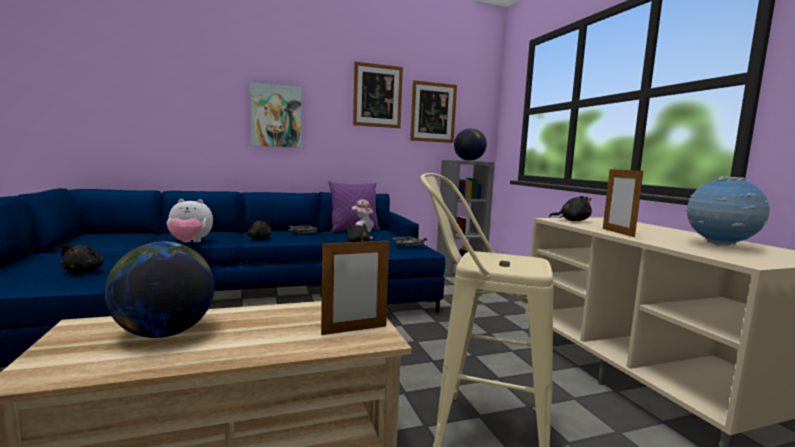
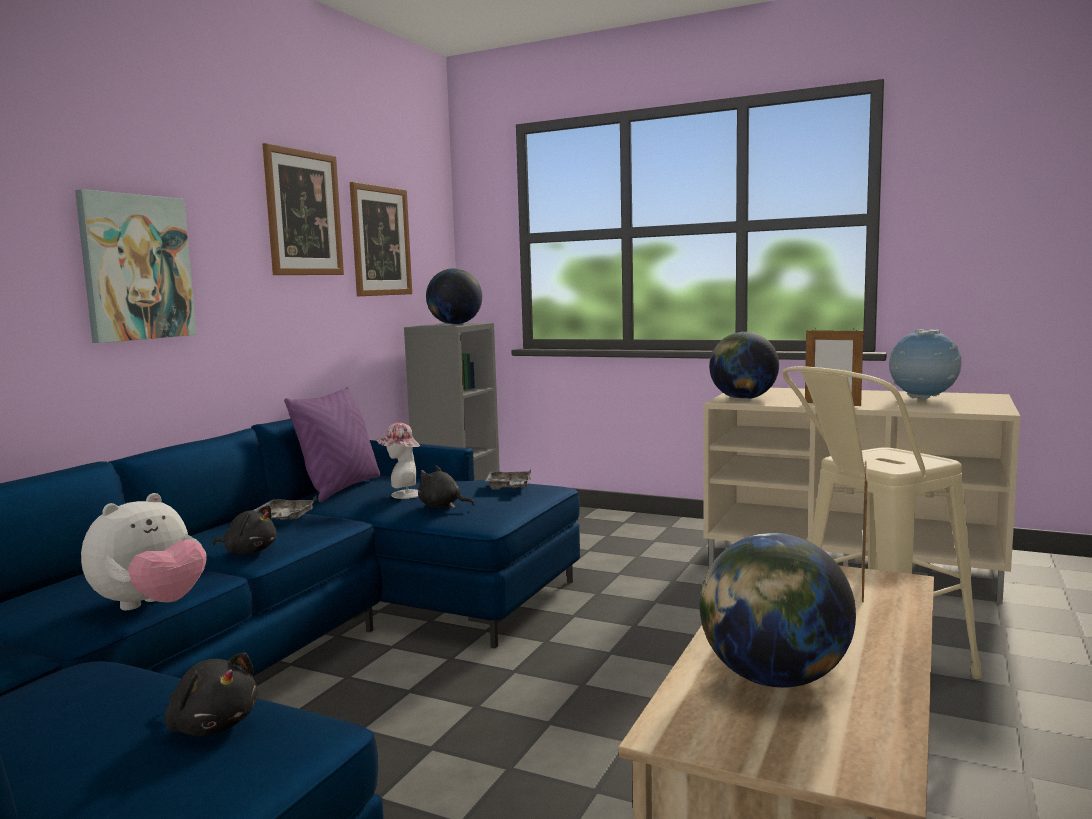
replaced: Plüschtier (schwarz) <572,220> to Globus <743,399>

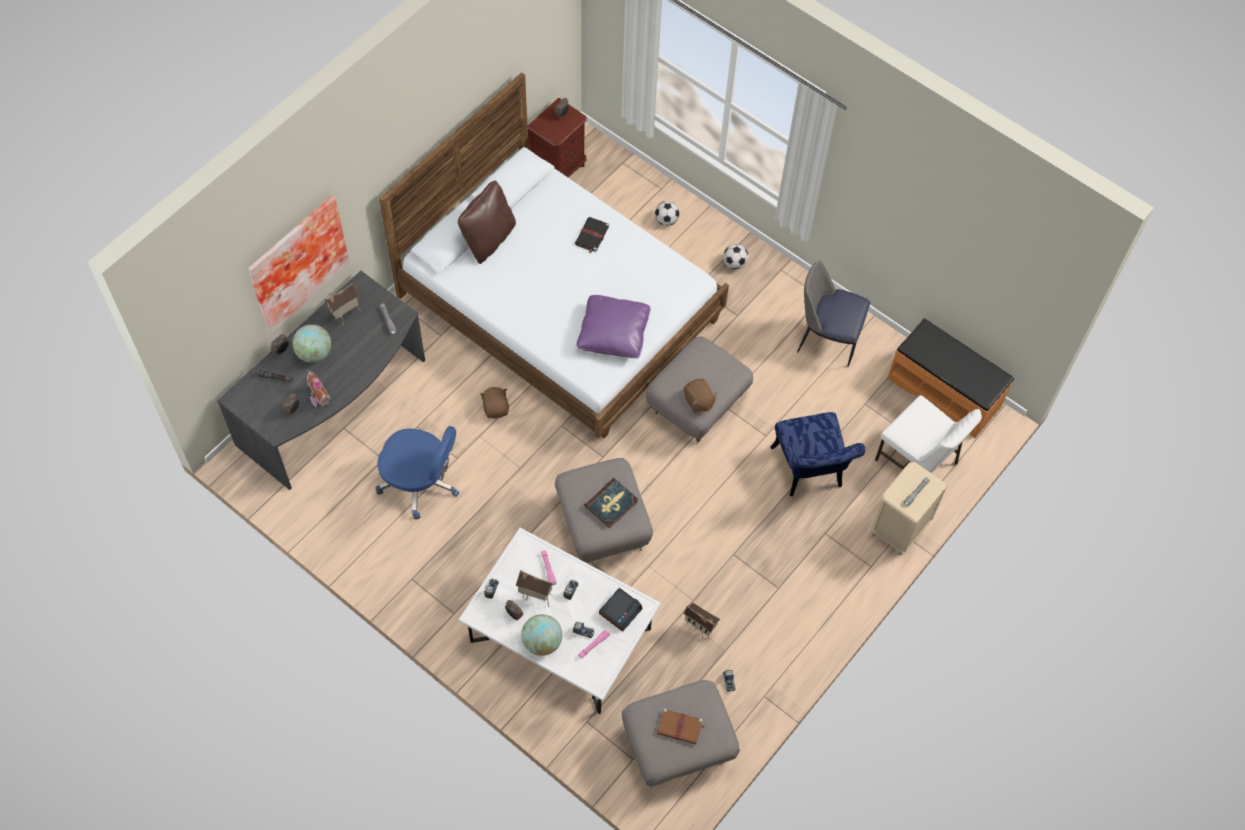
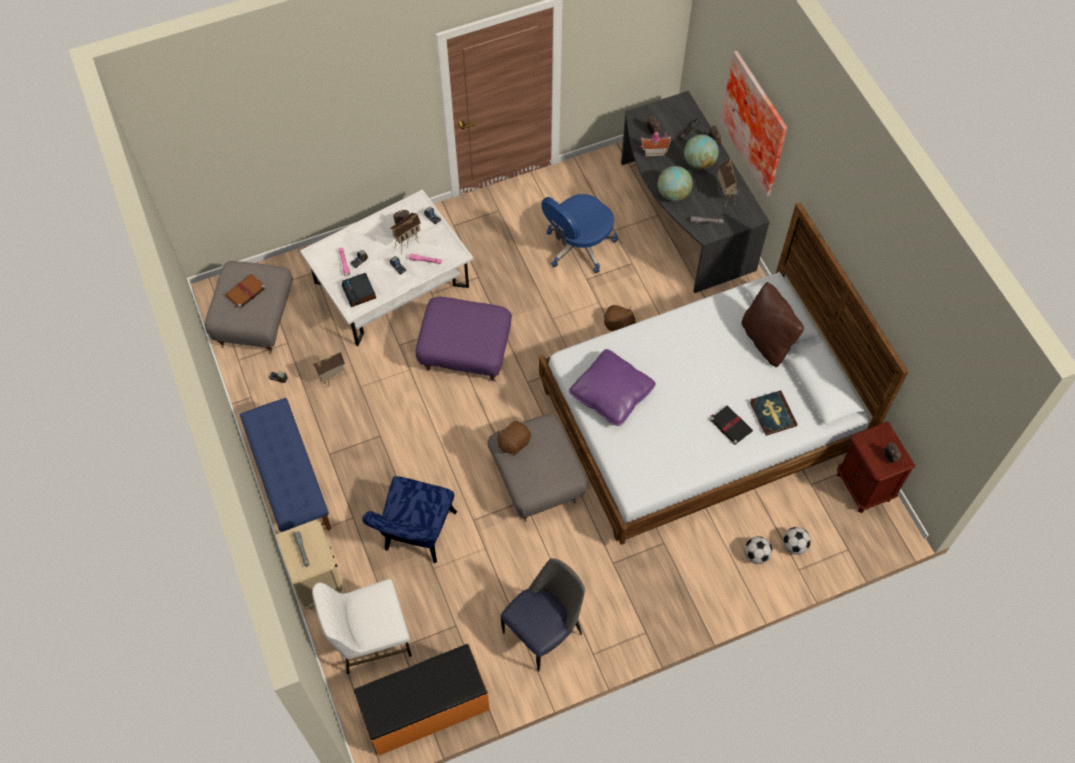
added: Bank (blau) <290,482>
moved: Globus <542,642> to <673,194>; Buch <611,504> to <772,414>; Fußball <734,263> to <794,545>
recoloured: Polsterhocker (grau) <601,524> to Polsterhocker (lila) <466,353>
turned: Plüschtier (braun) <698,401> = <513,442> 45 degrees counterclockwise; Stuhl (blau) <809,472> = <416,536> 90 degrees counterclockwise

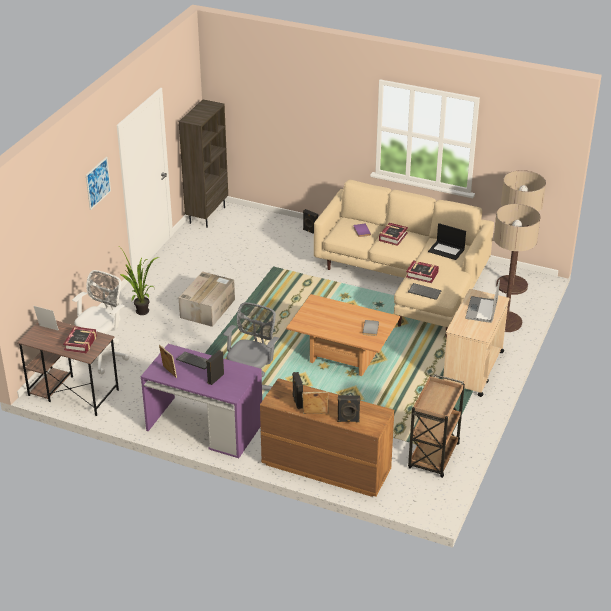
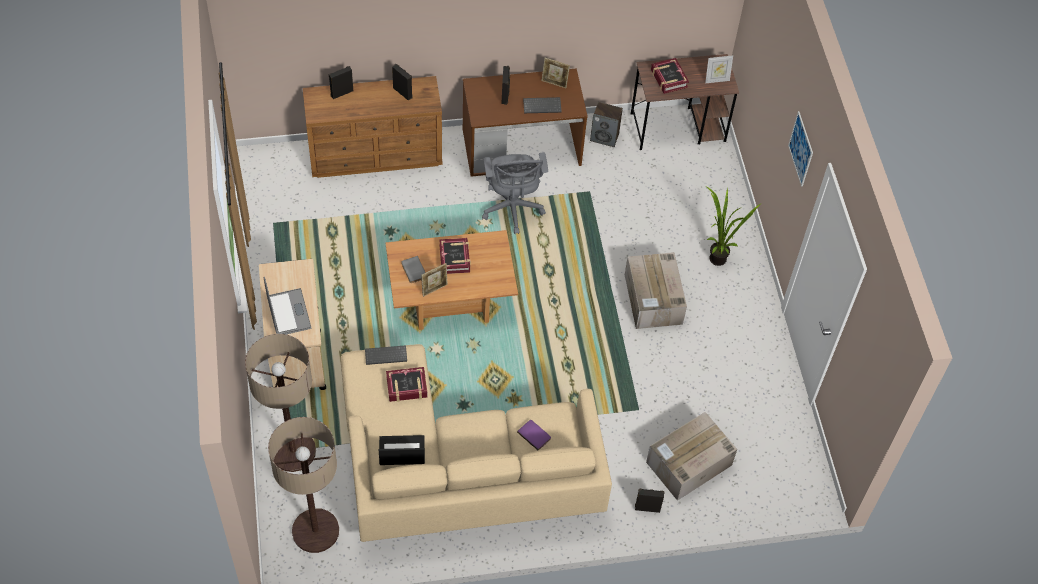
removed: Bürostuhl (weiß) <102,356>; Bücherregal (braun) <207,215>; Rollwagen (braun) <433,457>
added: Lautsprecher <604,137>; Karton <688,464>
moved: Bilderrahmen <315,414> to <434,289>; Buch <393,237> to <455,258>
recoloured: Schreibtisch (lila) <204,427> to Schreibtisch (braun) <521,147>

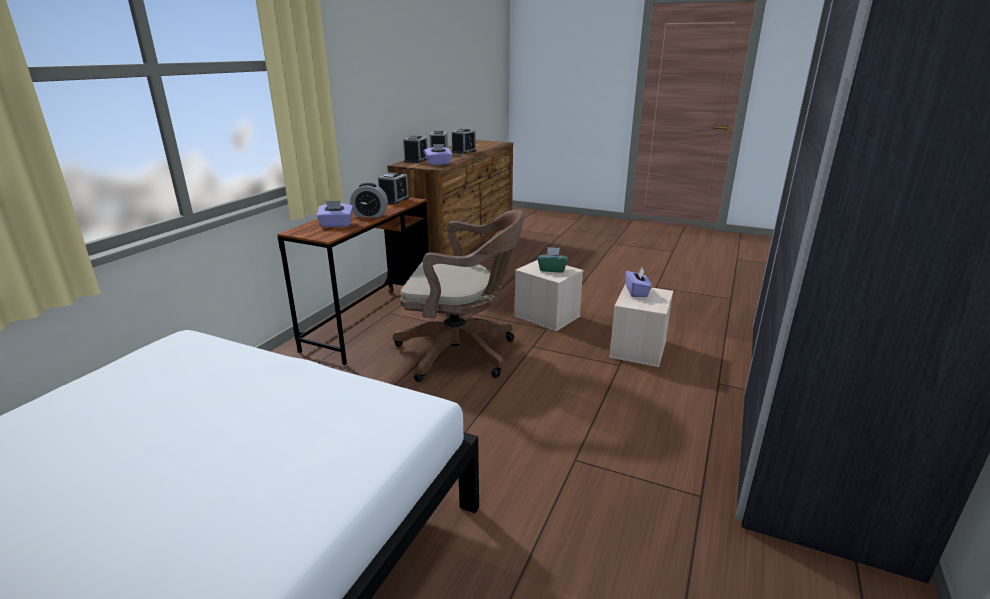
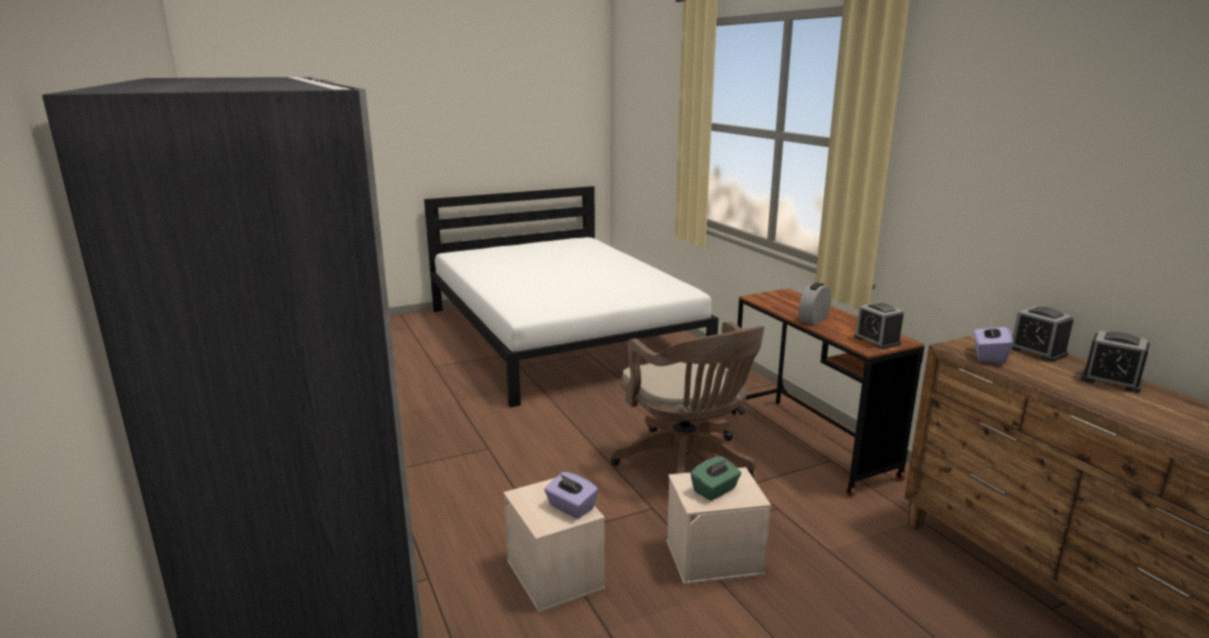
removed: Taschentuchbox (lila) <336,225>; Wecker <464,151>
turned: Bürostuhl (braun) <462,353> = <687,466> 75 degrees counterclockwise

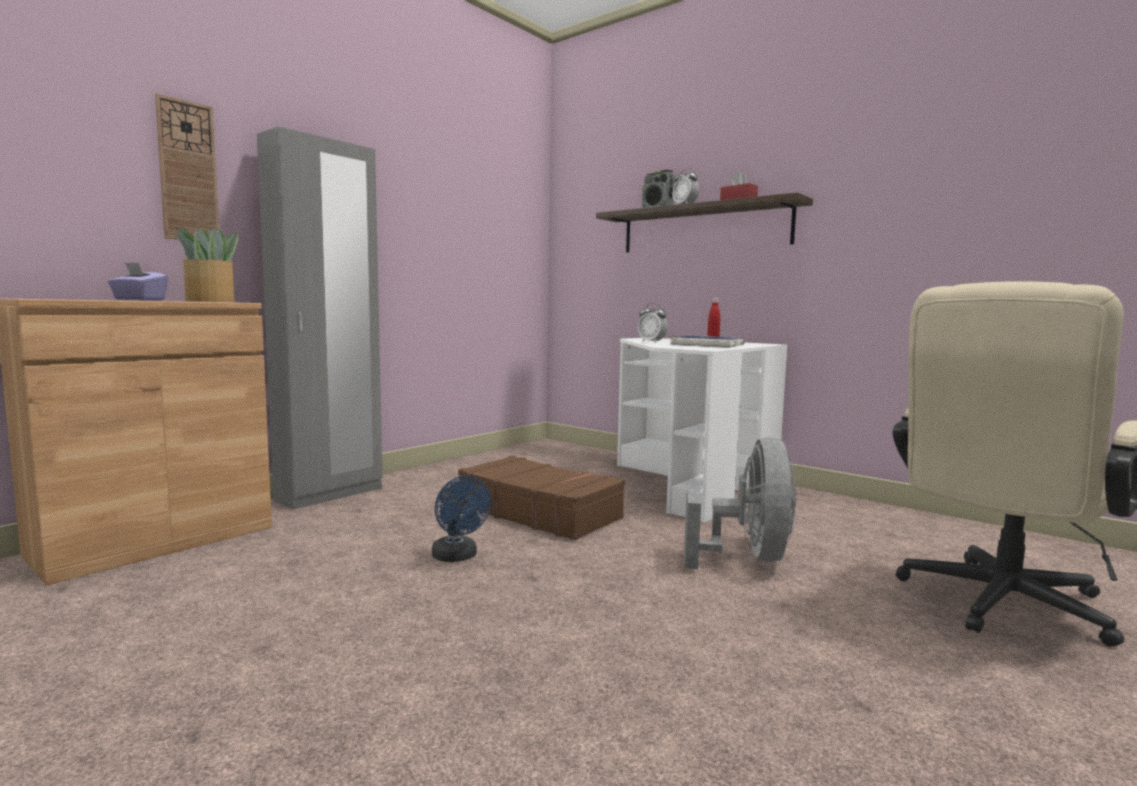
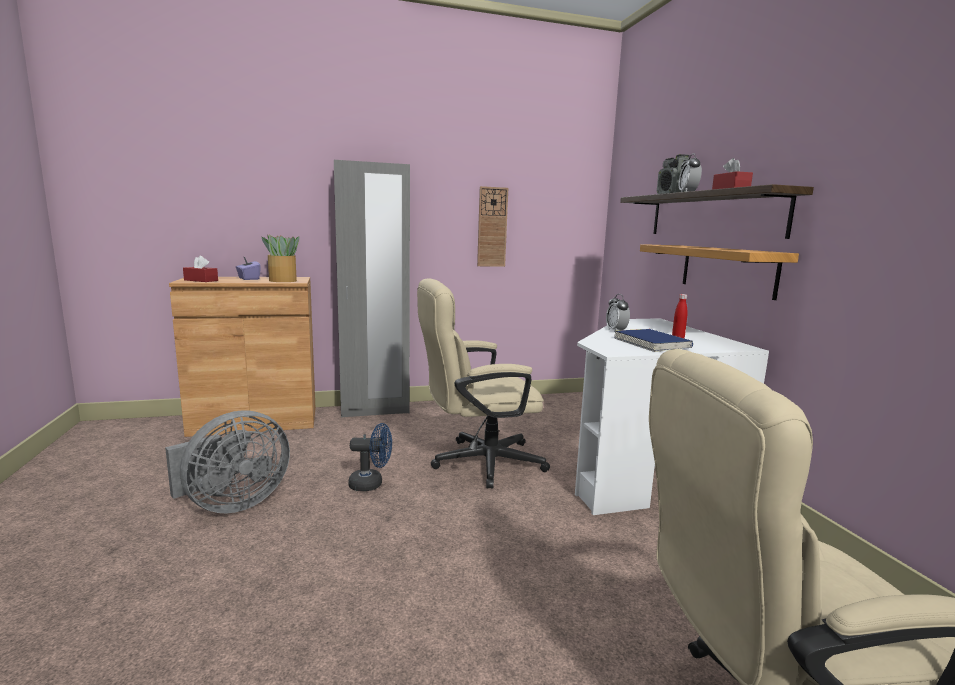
added: Taschentuchbox (rot) <201,280>; Wandregal <727,270>
moved: Wanduhr <188,171> to <492,227>; Ventilator (grau) <748,558> to <232,504>
replaced: Koffer (braun) <539,512> to Bürostuhl (beige) <477,463>
turned: Ventilator (blau) <458,557> = <371,484> 90 degrees counterclockwise

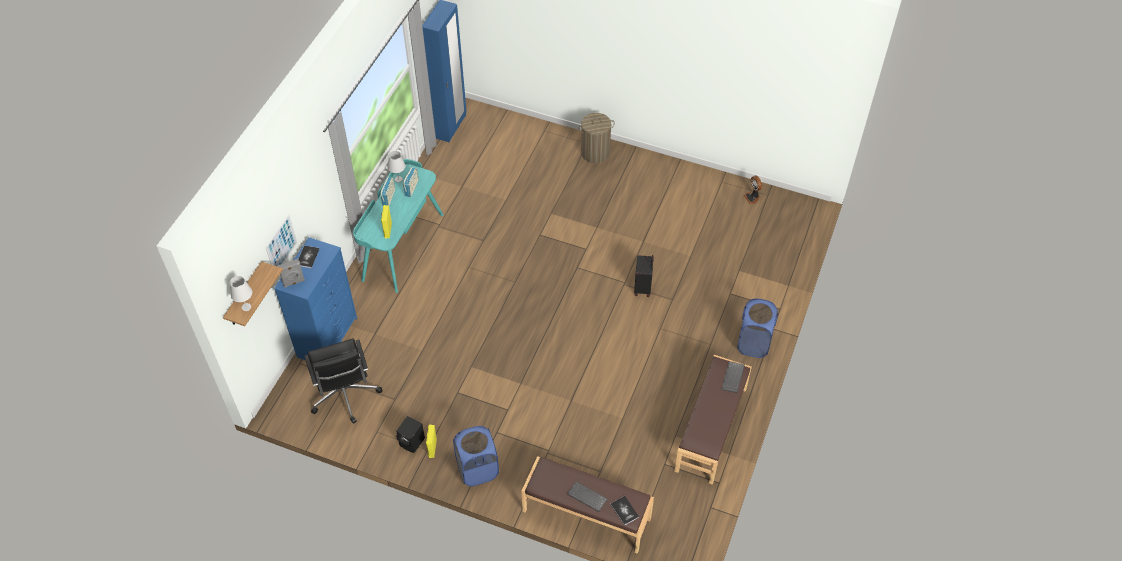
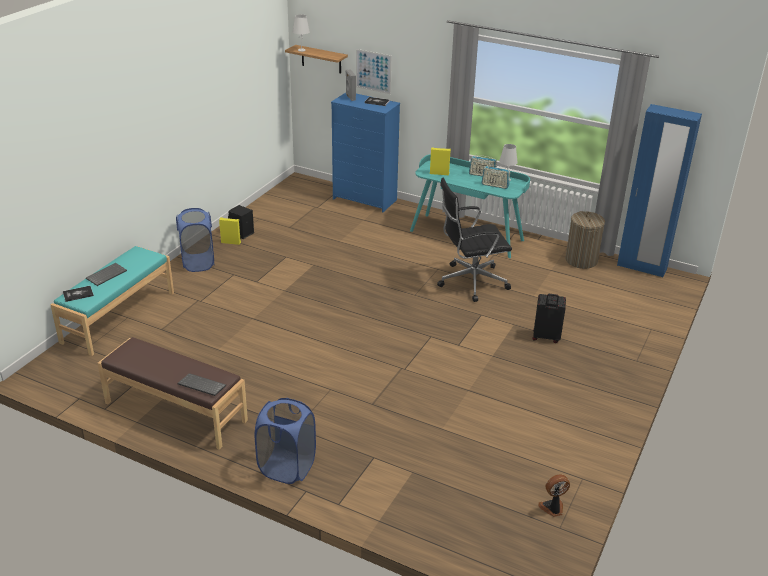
moved: Bürostuhl (schwarz) <345,395> to <470,282>; Wäschekorb <595,153> to <581,260>; Koffer (schwarz) <643,288> to <546,337>
recoloured: Bank (braun) <586,515> to Bank (türkis) <118,317>

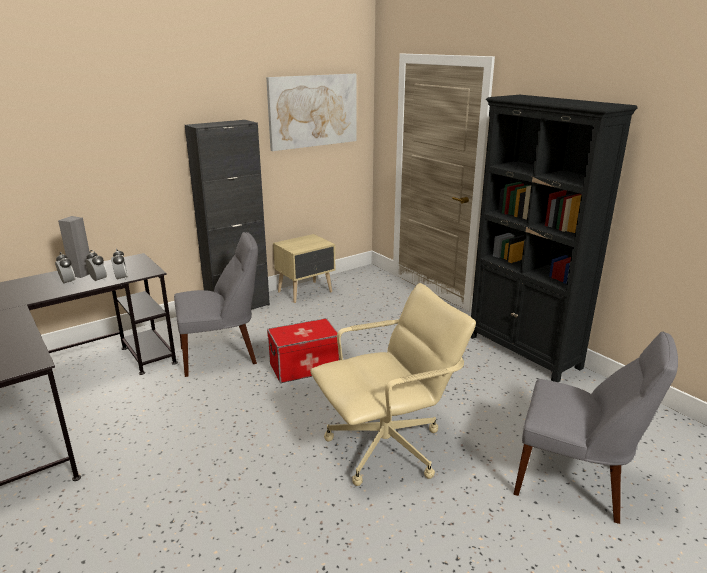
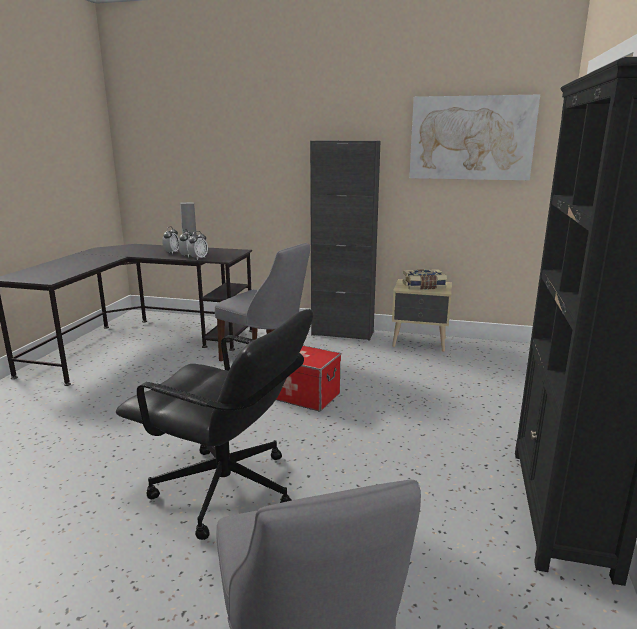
added: Buch <424,286>
recoloured: Bürostuhl (beige) <387,448> to Bürostuhl (schwarz) <226,490>

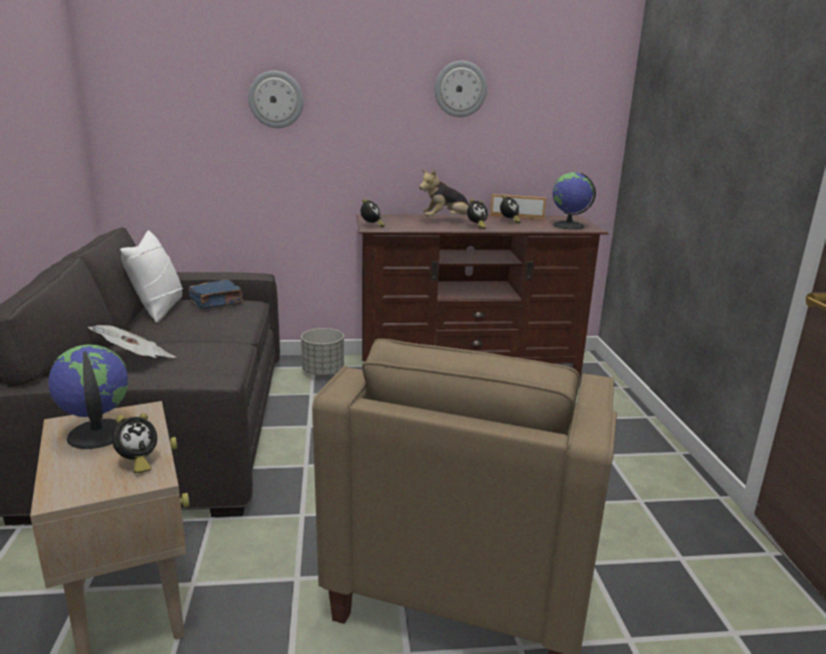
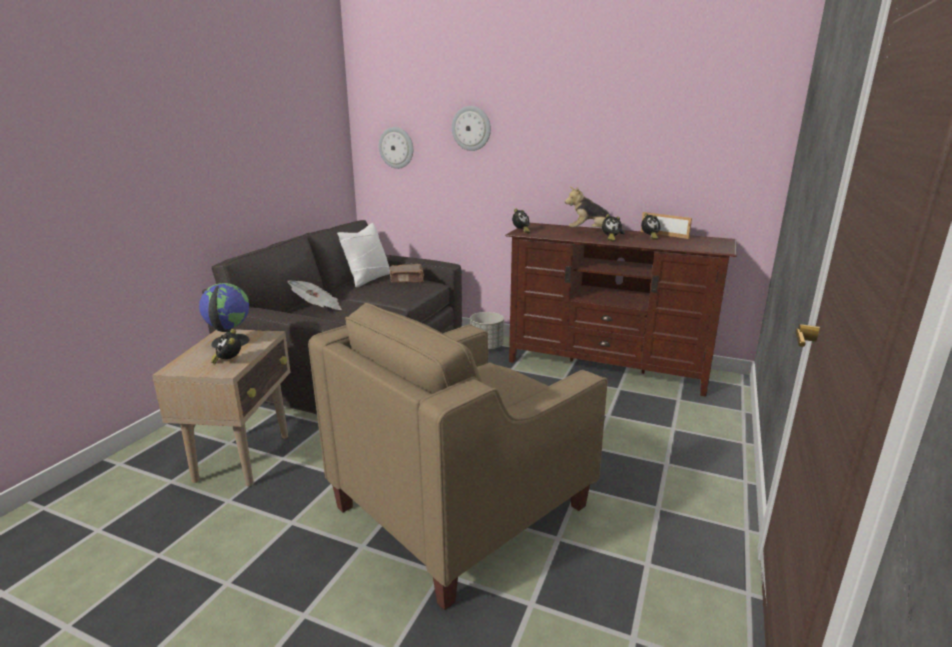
removed: Globus <568,226>
moved: Wanduhr <460,89> to <396,148>
recoloured: Buch (blau) <217,303> to Buch (braun) <407,280>
turned: Wecker <137,463> = <229,361> 90 degrees clockwise

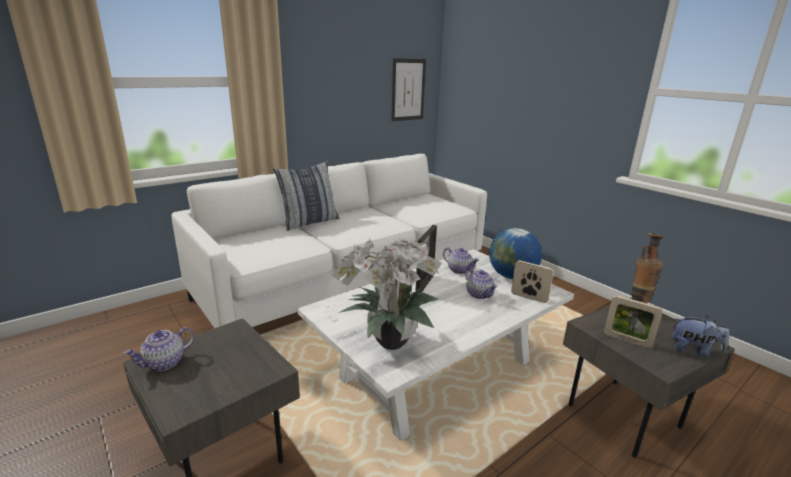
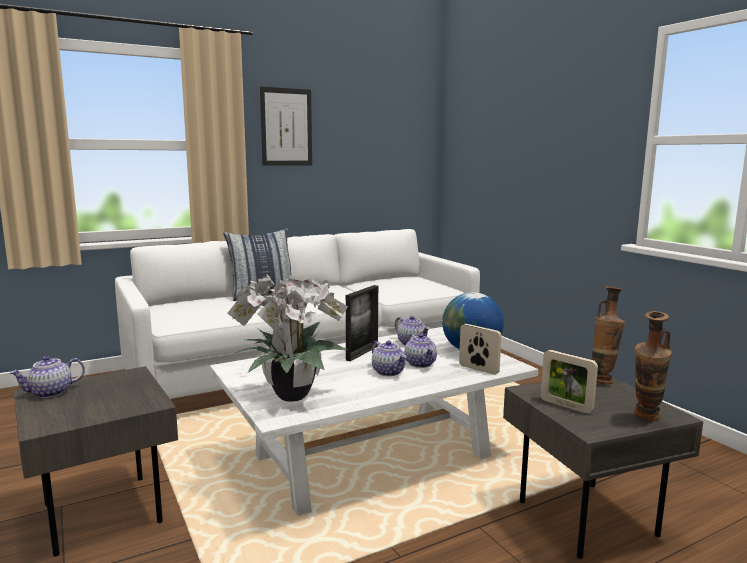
added: Teekanne <389,372>
moved: Bild <408,90> to <286,127>
replaced: Plüschtier <693,350> to Vase <645,419>

